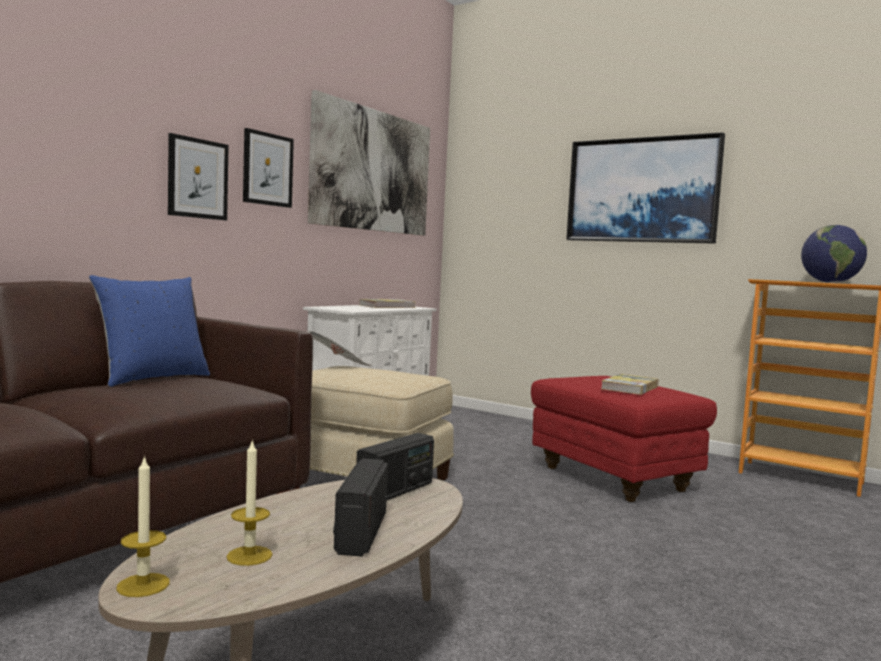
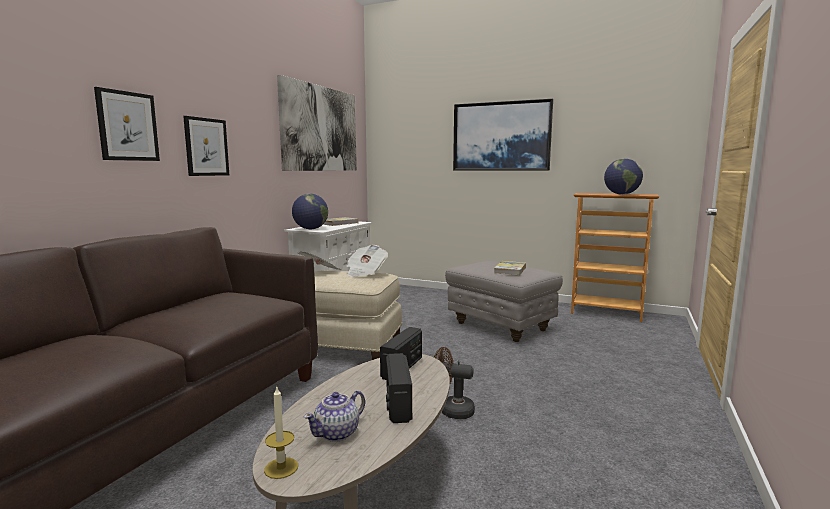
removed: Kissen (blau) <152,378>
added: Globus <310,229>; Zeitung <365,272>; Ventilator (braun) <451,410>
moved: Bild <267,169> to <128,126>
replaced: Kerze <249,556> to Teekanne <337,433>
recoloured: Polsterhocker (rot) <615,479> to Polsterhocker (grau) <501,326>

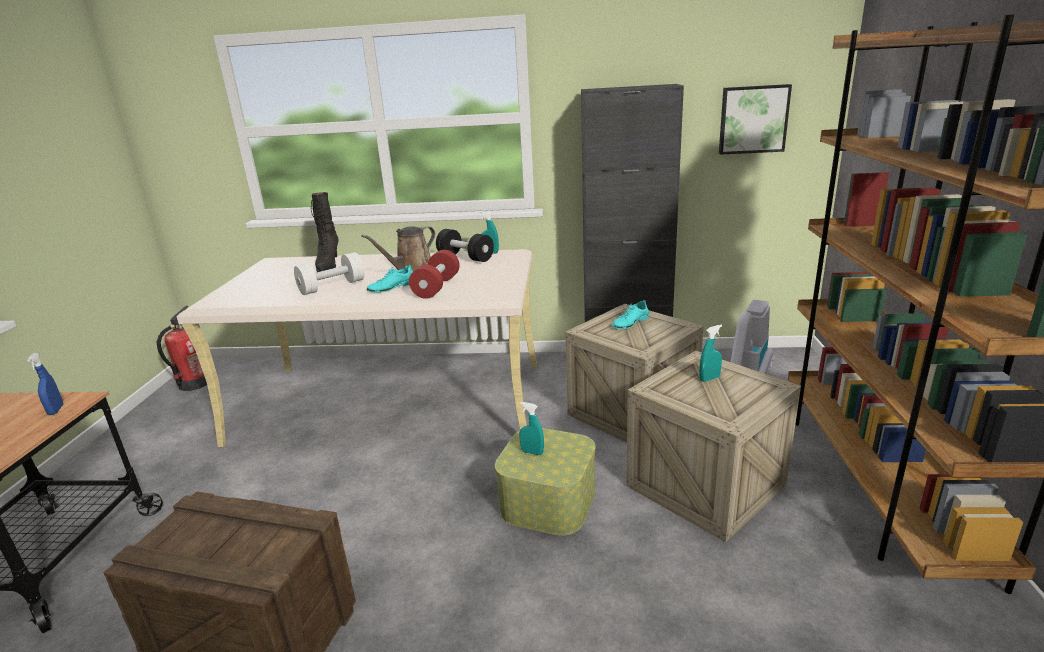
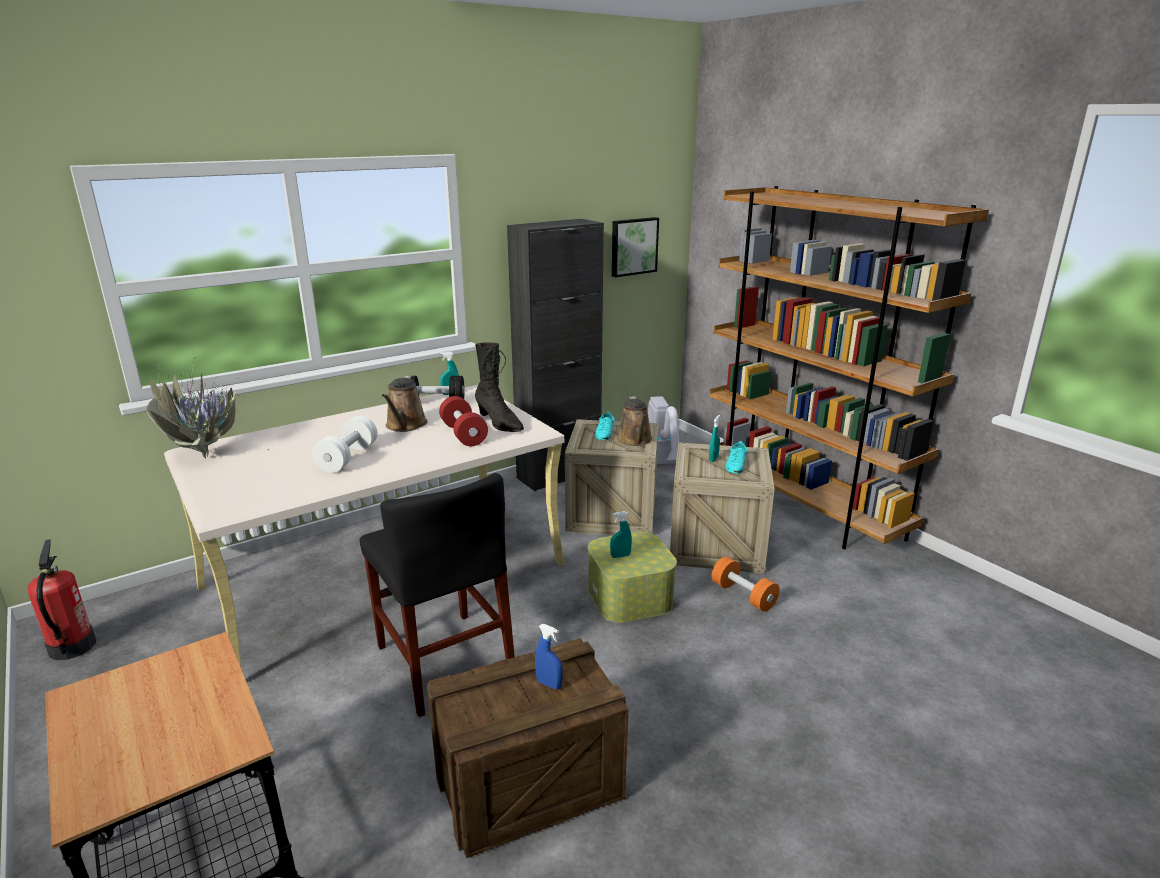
added: Topfpflanze <207,454>; Stuhl (schwarz) <444,661>; Gießkanne (braun) <635,440>; Hantel (orange) <743,595>
moved: Sprühflasche (blau) <56,410> to <549,684>; Stiefel (schwarz) <328,265> to <499,423>; Schuh (türkis) <392,287> to <736,465>

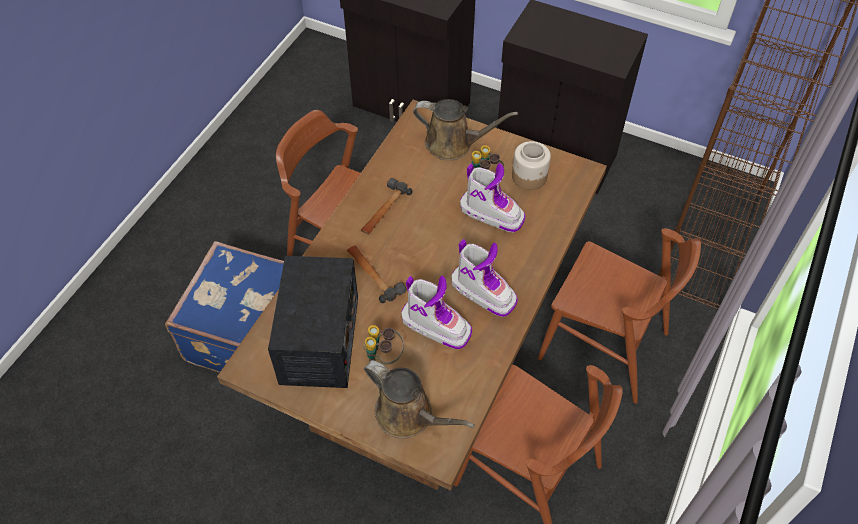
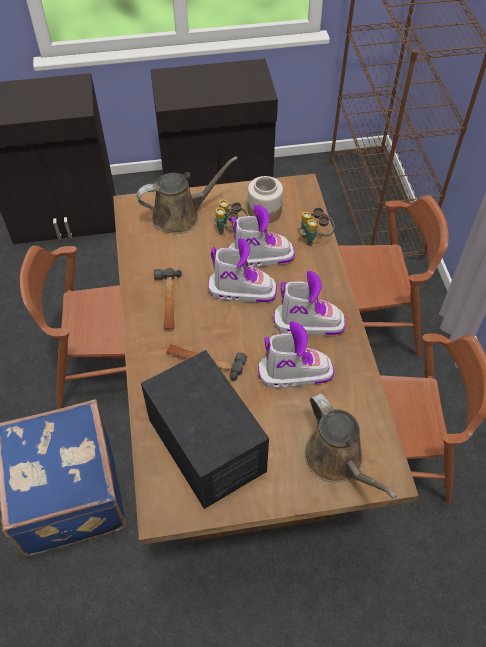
added: Stiefel <242,290>
moved: Fernglas <383,356> to <314,238>
turned: Gießkanne (braun) <409,415> = <337,460> 60 degrees clockwise

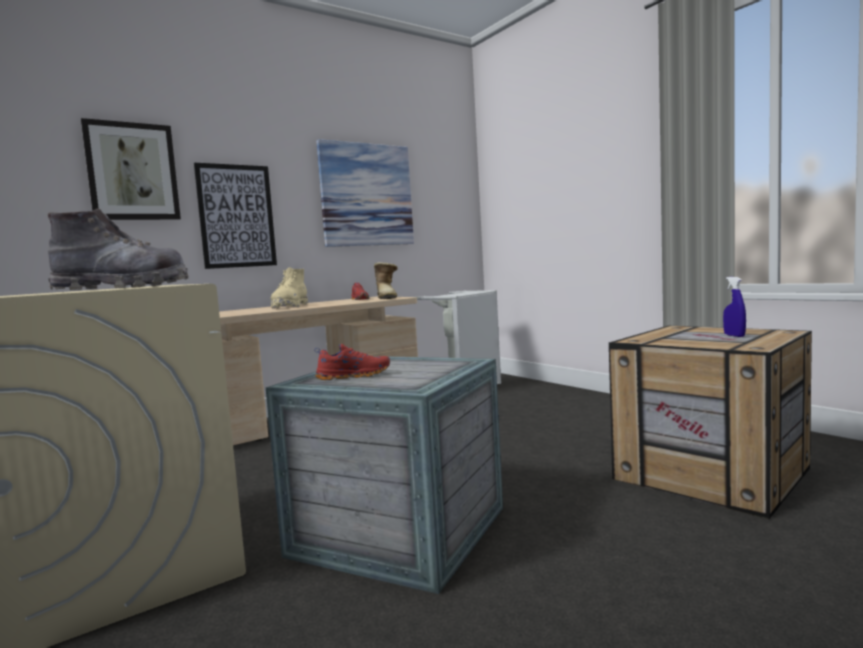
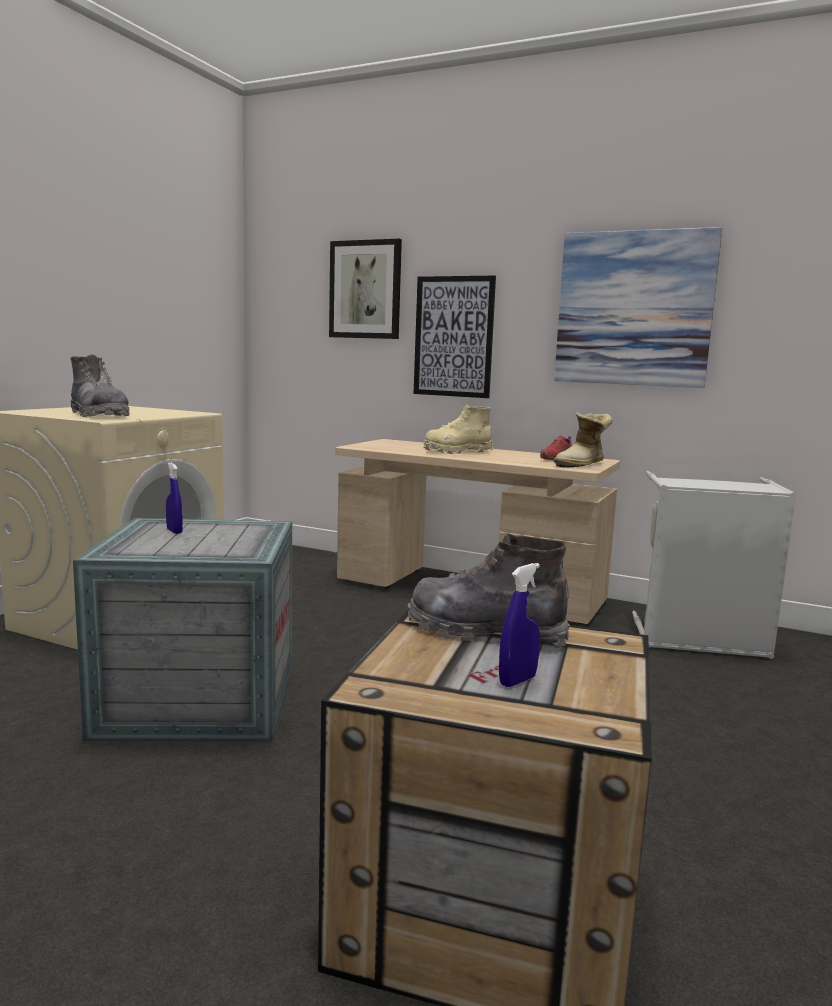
added: Stiefel (grau) <485,632>
replaced: Schuh (rot) <353,376> to Sprühflasche (blau) <174,531>

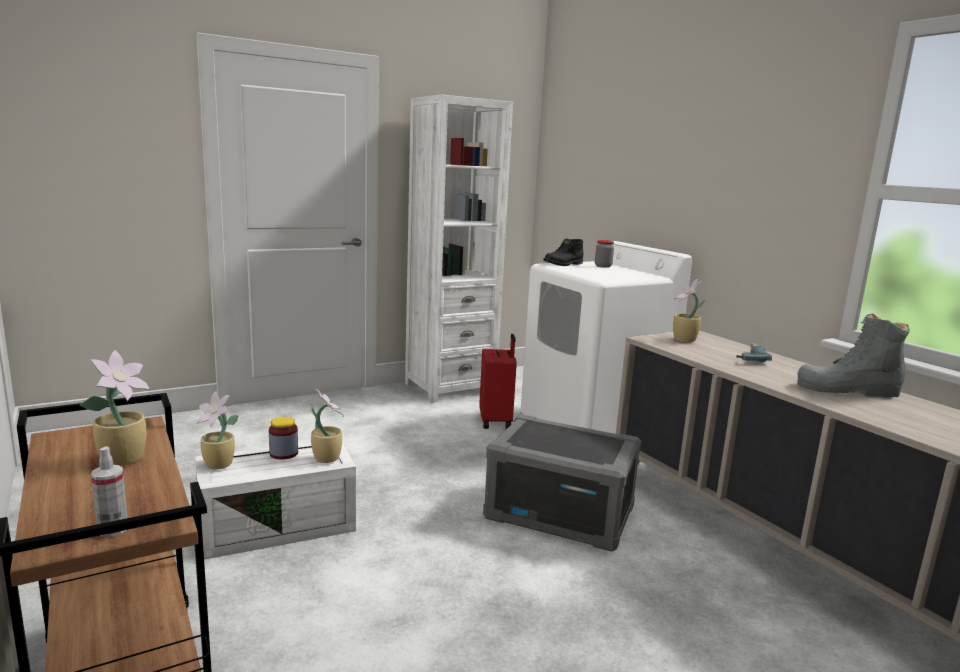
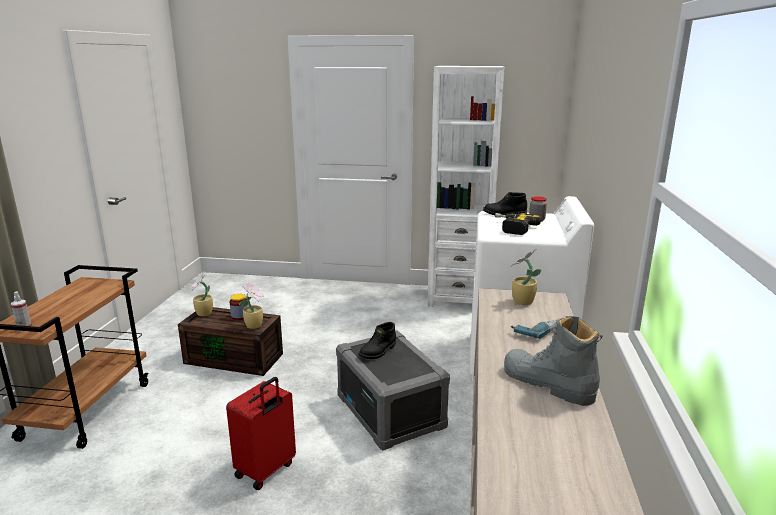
removed: Topfpflanze <125,459>
added: Stiefel (schwarz) <378,351>; Bohrmaschine <511,228>
moved: Koffer (rot) <496,421> to <266,470>
recoloured: Aufbewahrungsbox (weiß) <279,524> to Aufbewahrungsbox (braun) <235,358>

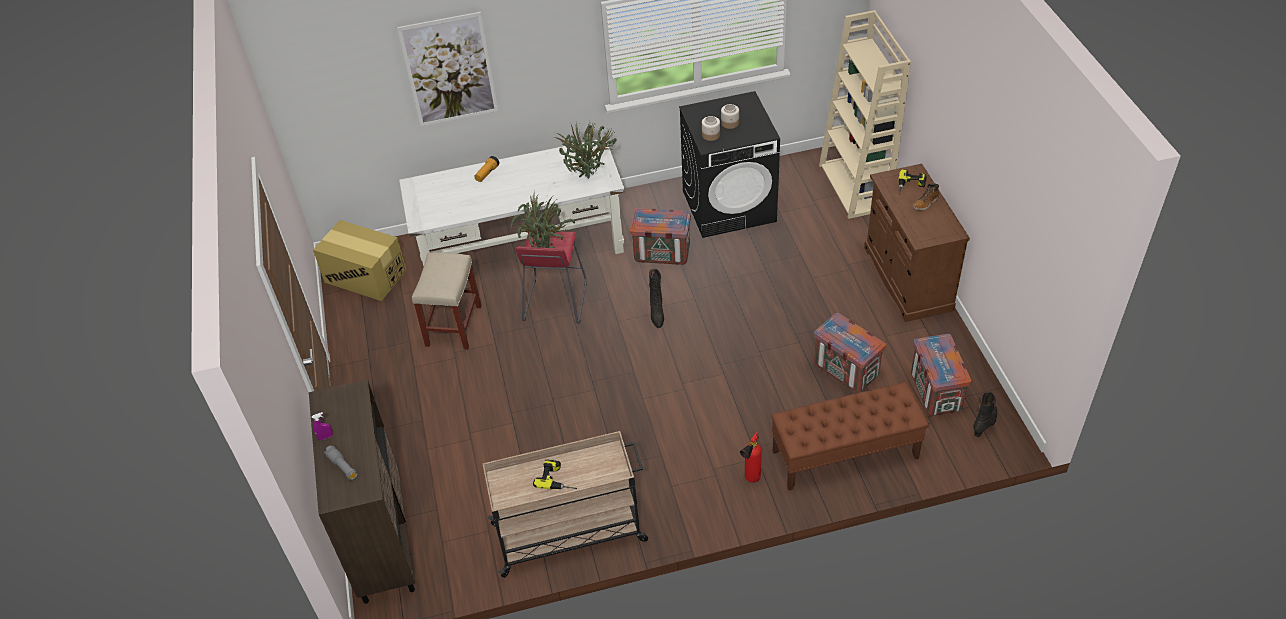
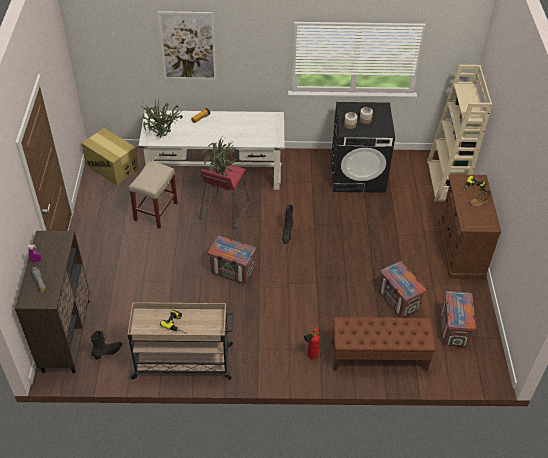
moved: Topfpflanze <589,177> to <163,137>; Kiste <661,253> to <232,271>; Stiefel (schwarz) <985,424> to <108,352>

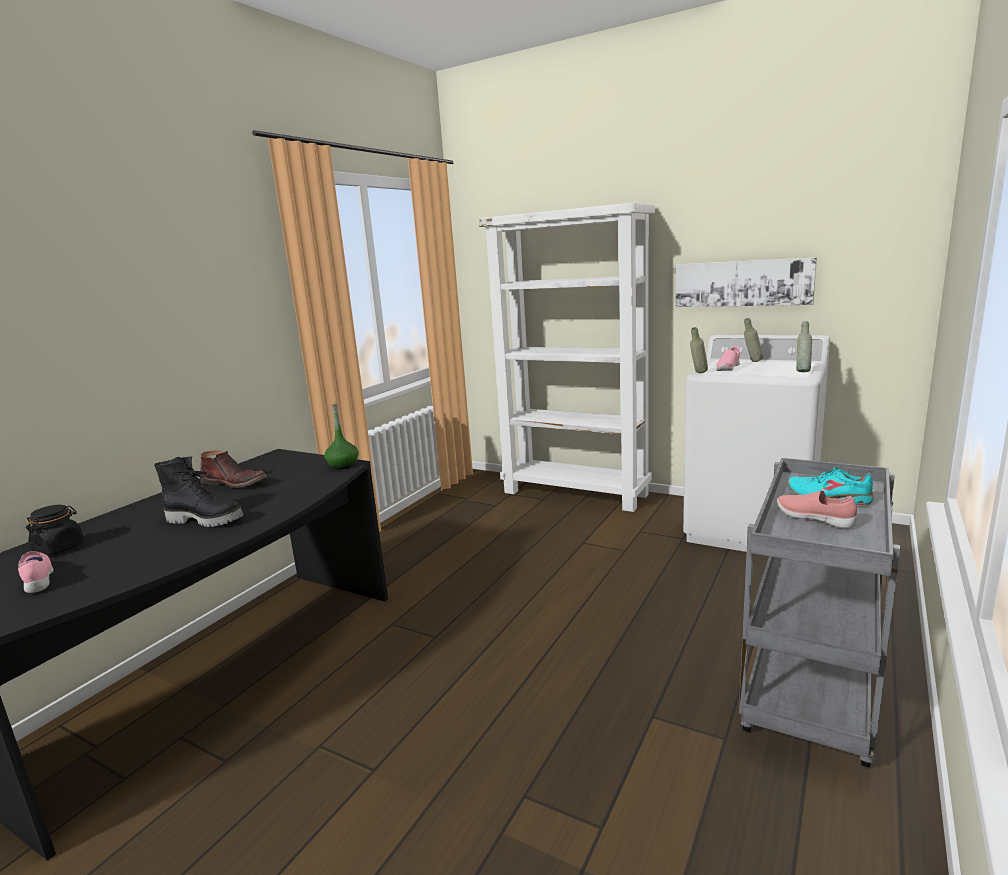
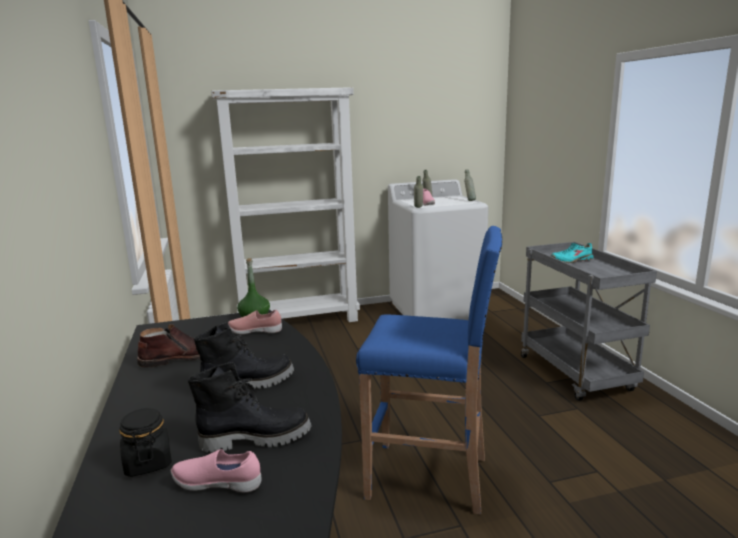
removed: Bild <742,283>
added: Stiefel (schwarz) <256,438>; Hocker (blau) <430,477>
moved: Schuh (rosa) <814,519> to <255,332>

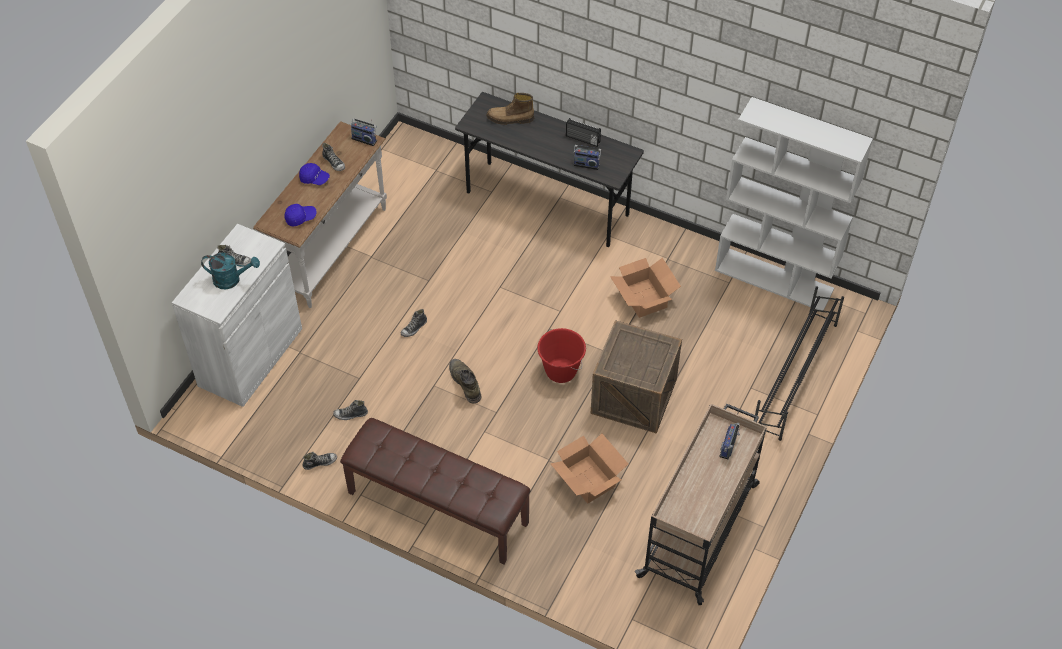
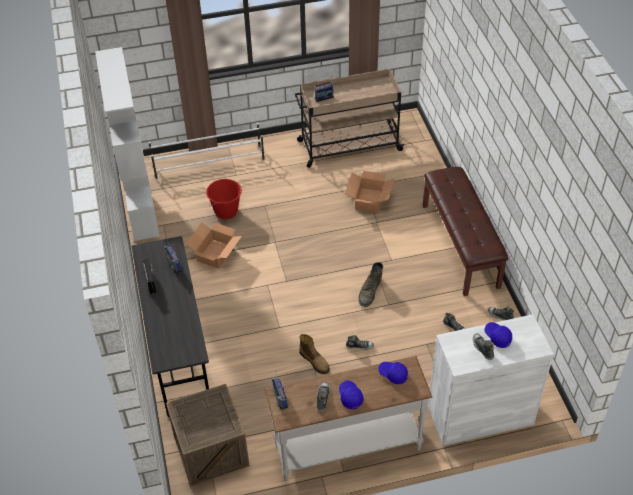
moved: Stiefel <510,119> to <315,361>; Eimer (rot) <560,371> to <226,212>; Kiste <633,396> to <211,450>
replaced: Gießkanne (türkis) <231,279> to Kappe (blau) <497,337>
recoloured: Schuhregal (schwarz) <794,376> to Schuhregal (weiß) <209,163>

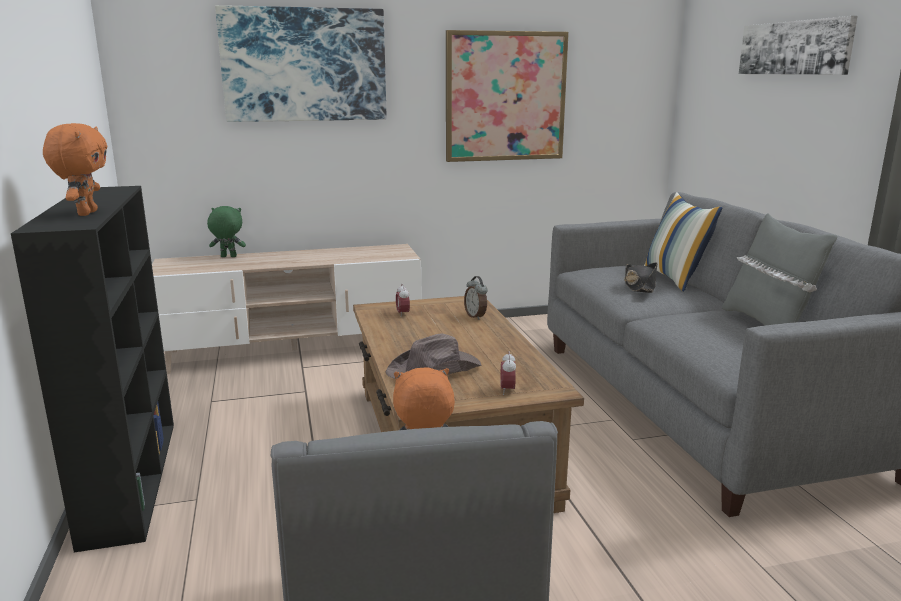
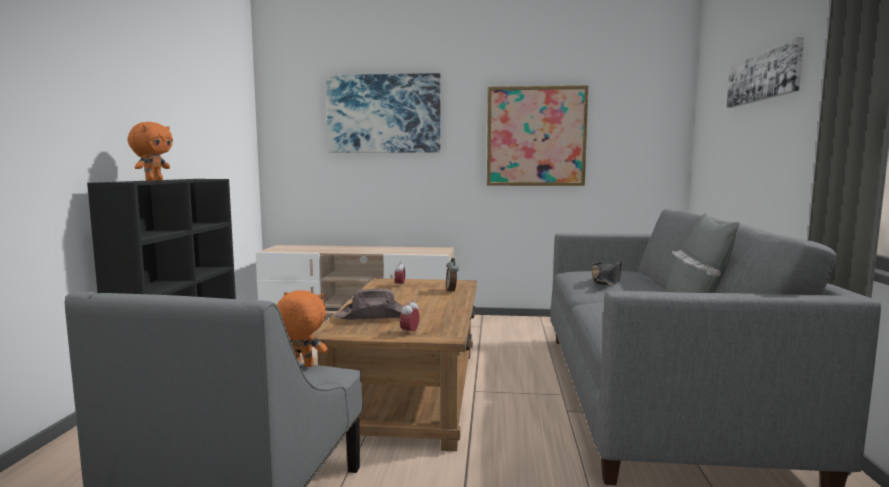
removed: Plüschtier (grün) <228,257>; Kissen <675,278>

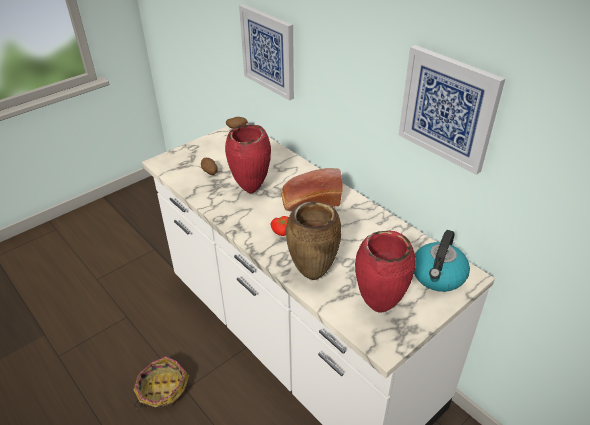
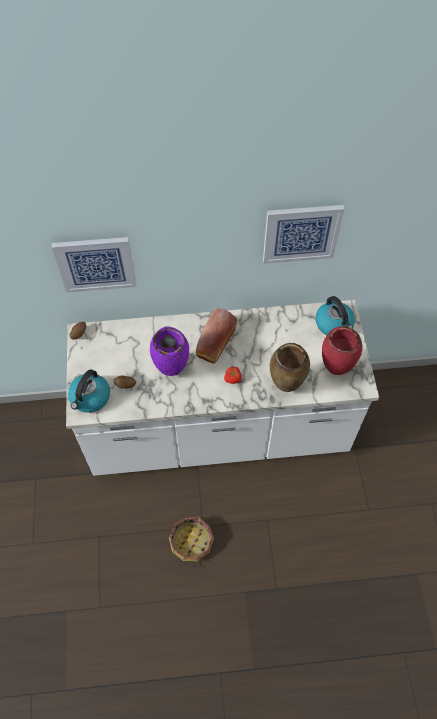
added: Wasserkessel <90,398>
recoloured: Vase (rot) <251,190> to Vase (lila) <172,371>

